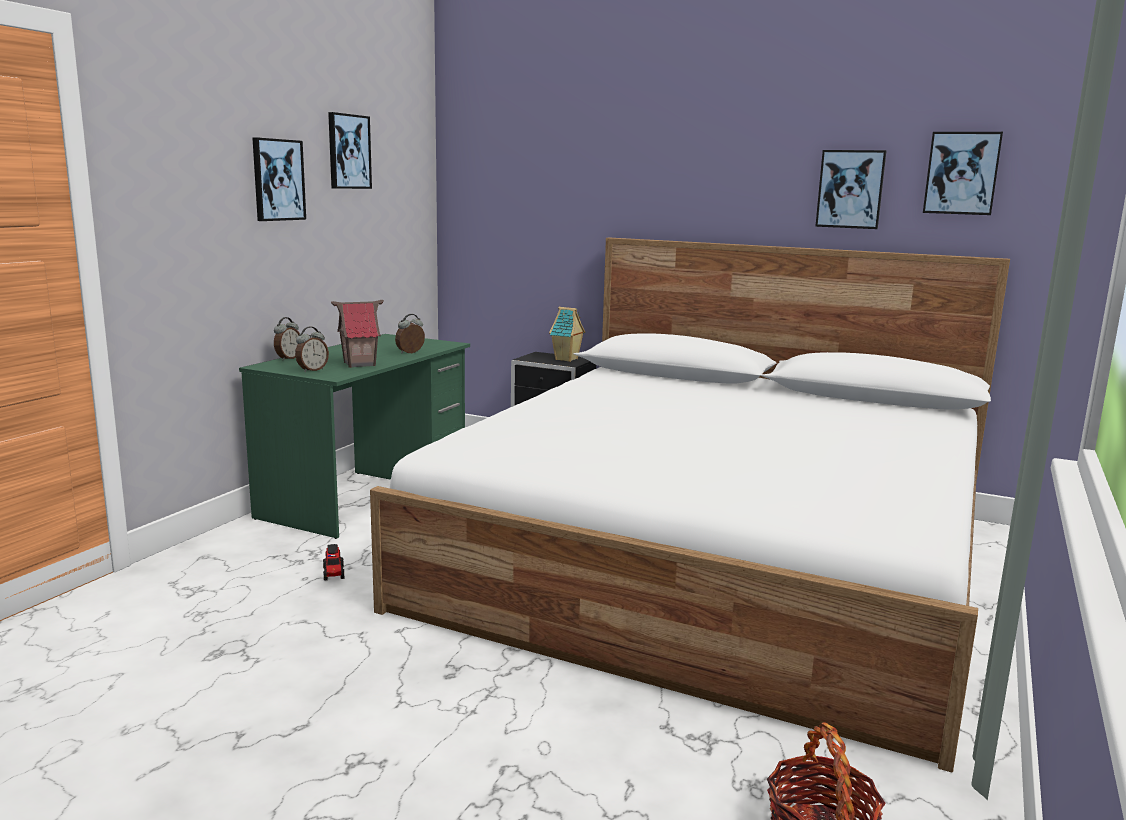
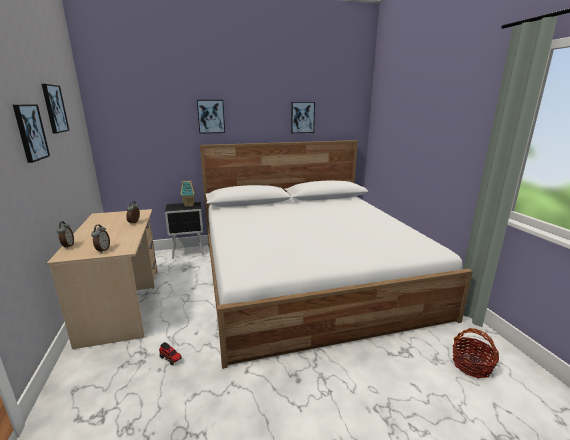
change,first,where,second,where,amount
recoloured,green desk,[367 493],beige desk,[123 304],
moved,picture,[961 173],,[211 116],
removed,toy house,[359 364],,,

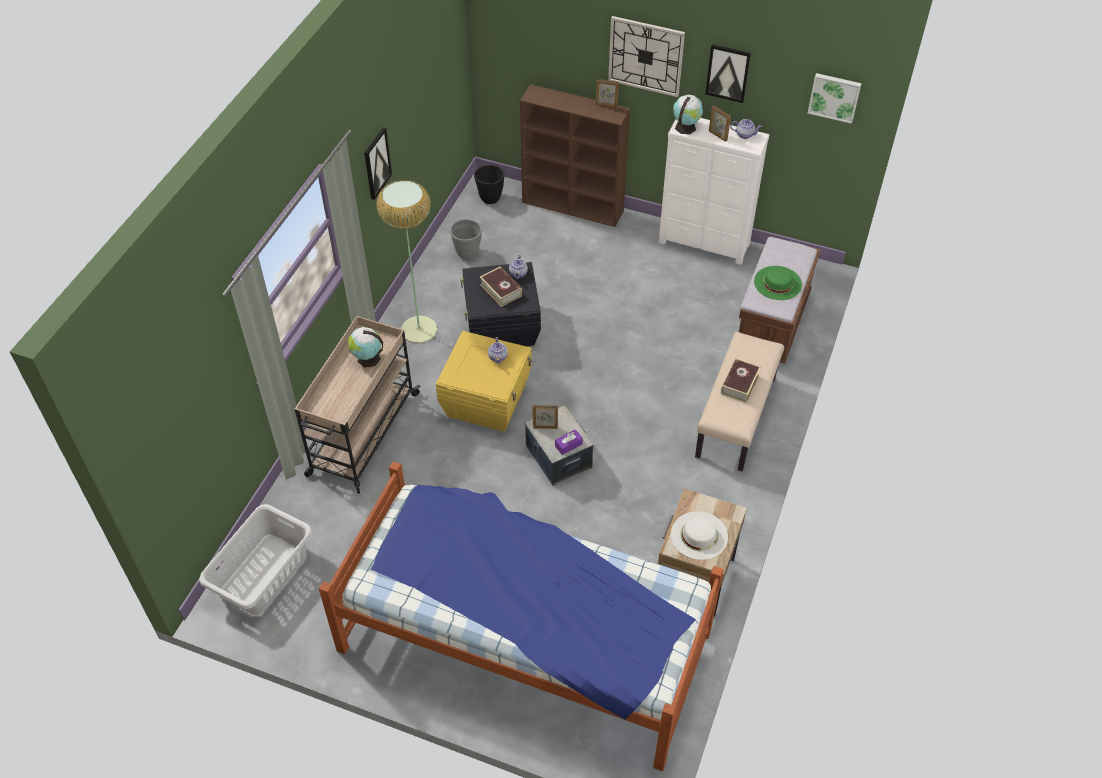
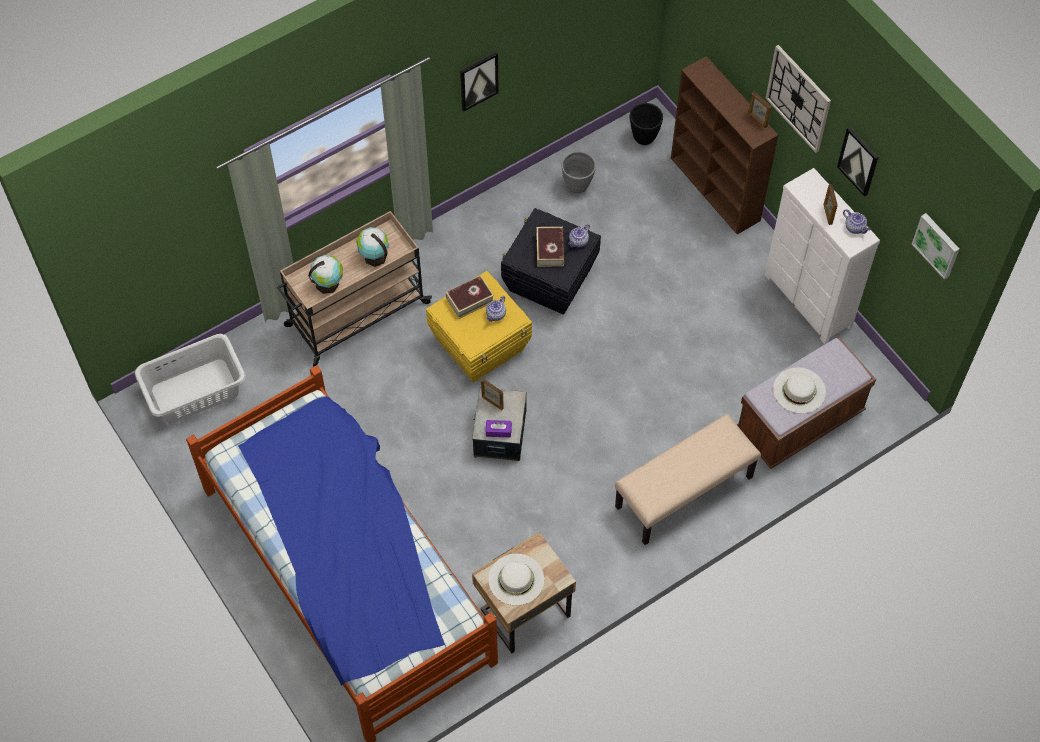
change,first,where,second,where,amount
moved,globe,[686 126],,[328 283],
moved,book,[739 384],,[470 300],
recoloured,green hat,[777 283],white hat,[799 390],
removed,floor lamp,[419 329],,,

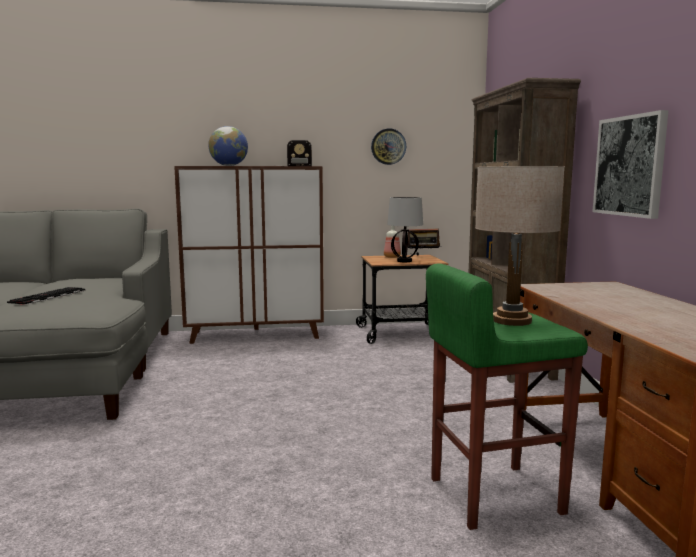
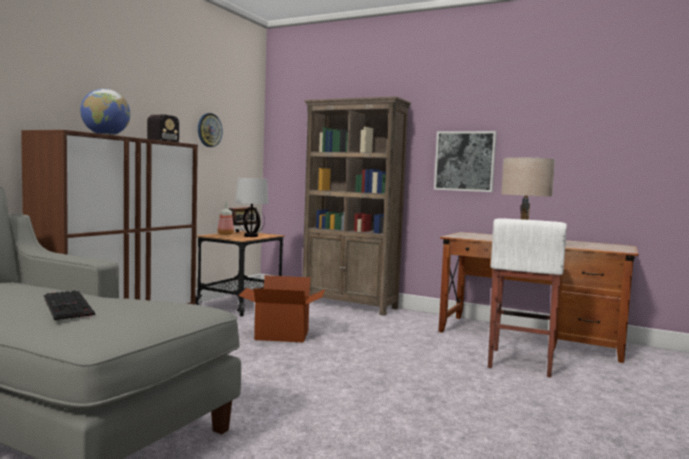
change,first,where,second,where,amount
added,,,cardboard box,[281 335],
recoloured,green stool,[492 495],white stool,[519 362],

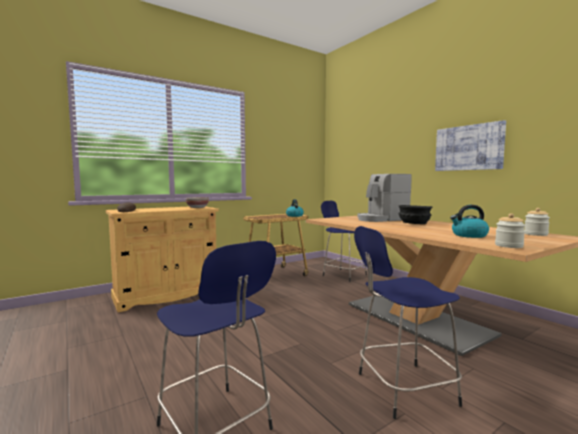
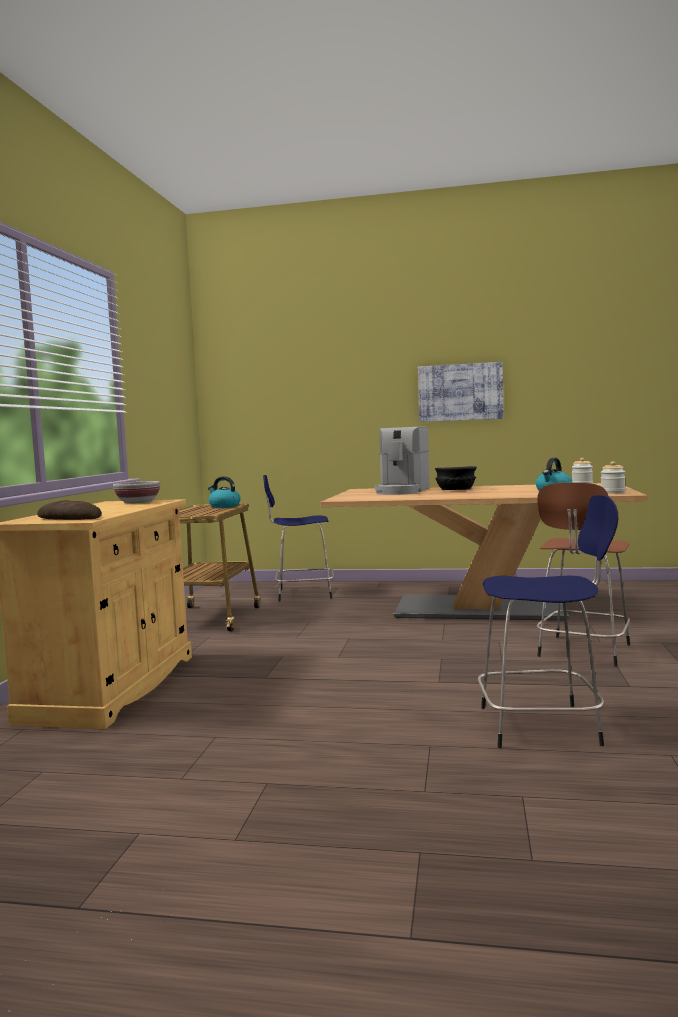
change,first,where,second,where,amount
recoloured,blue stool,[402 389],brown stool,[583 651],

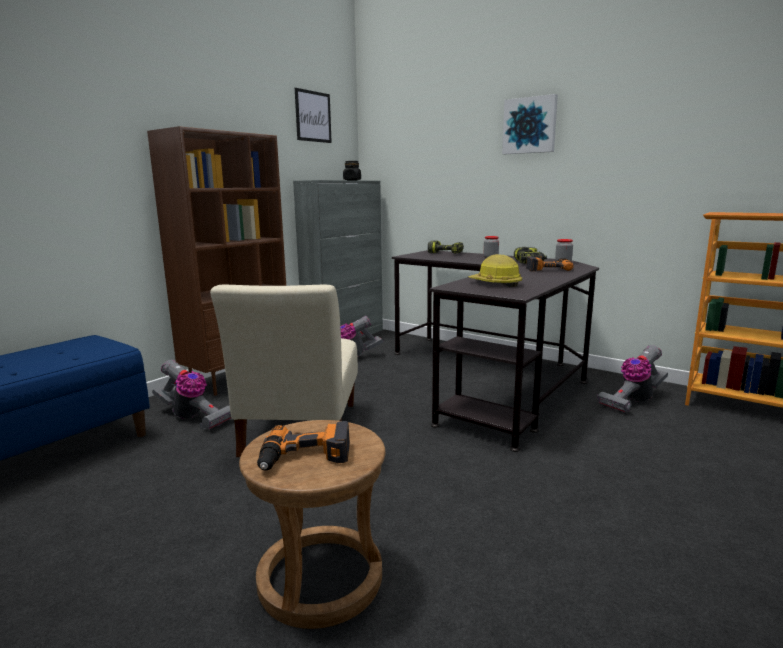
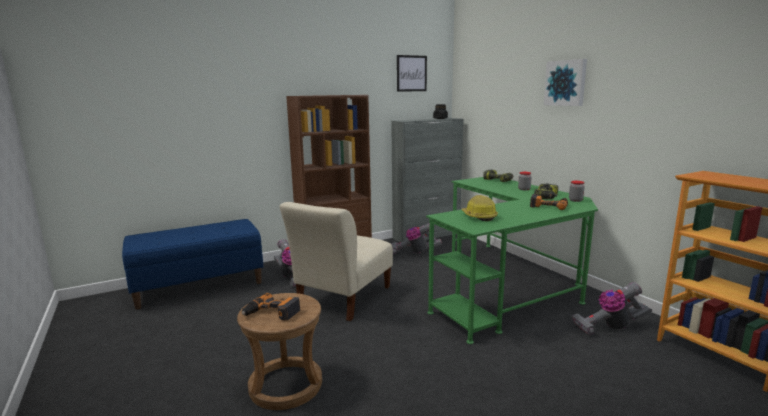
change,first,where,second,where,amount
recoloured,black desk,[492 378],green desk,[508 285],

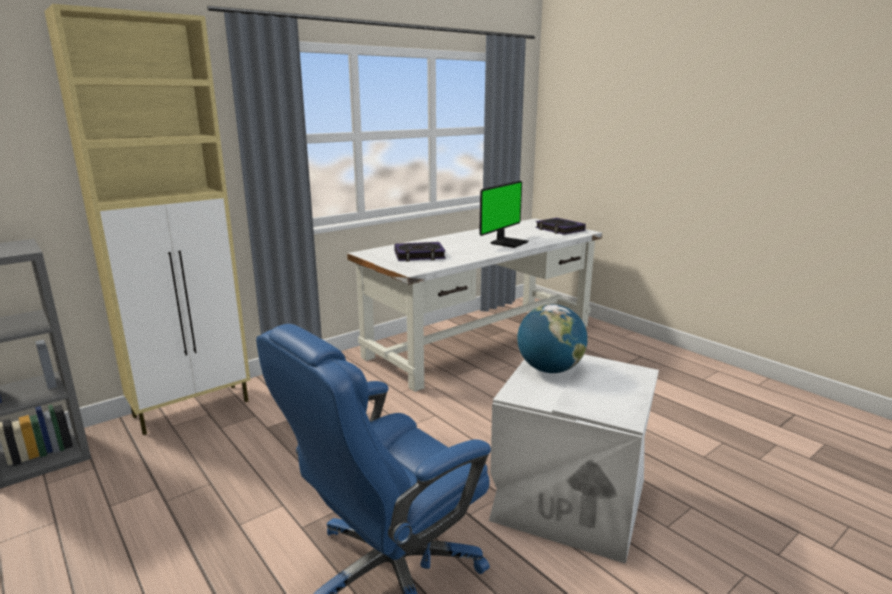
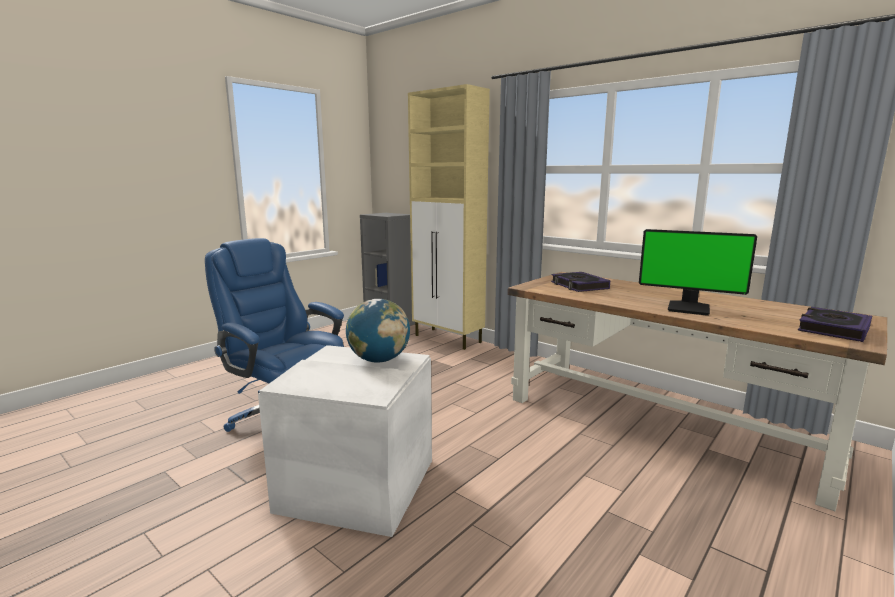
change,first,where,second,where,amount
recoloured,white desk,[481 340],brown desk,[663 423],

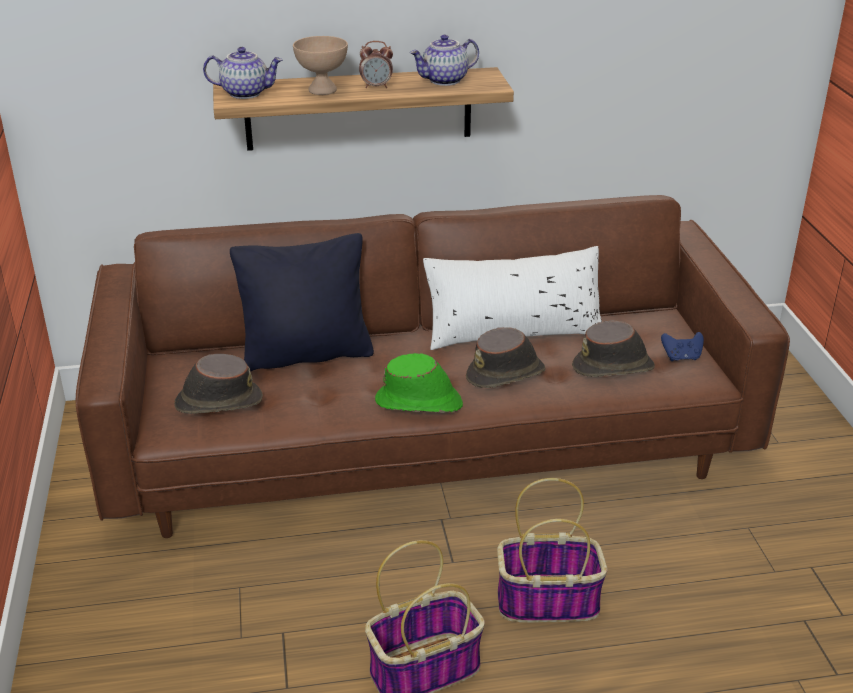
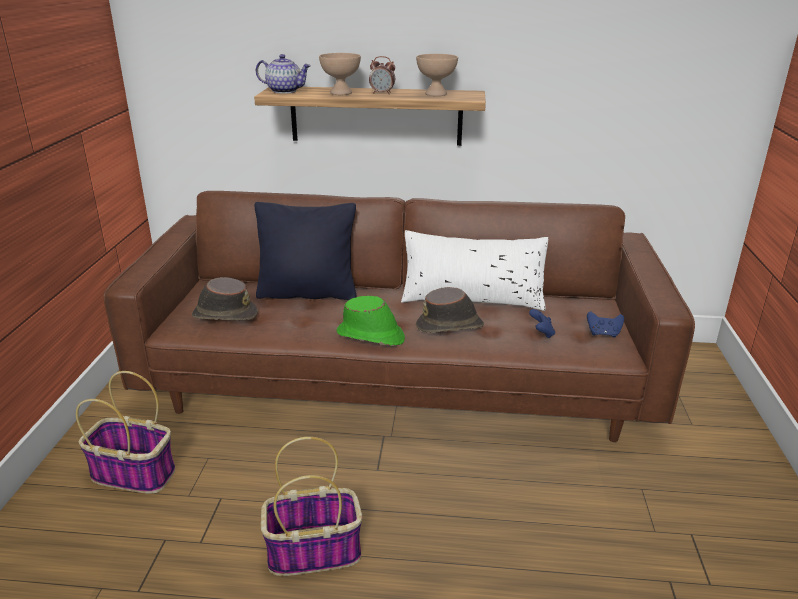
change,first,where,second,where,amount
moved,basket,[549 601],,[135 474],
replaced,teapot,[445 81],beige bowl,[436 94],
replaced,brown hat,[614 367],blue game controller,[541 333],

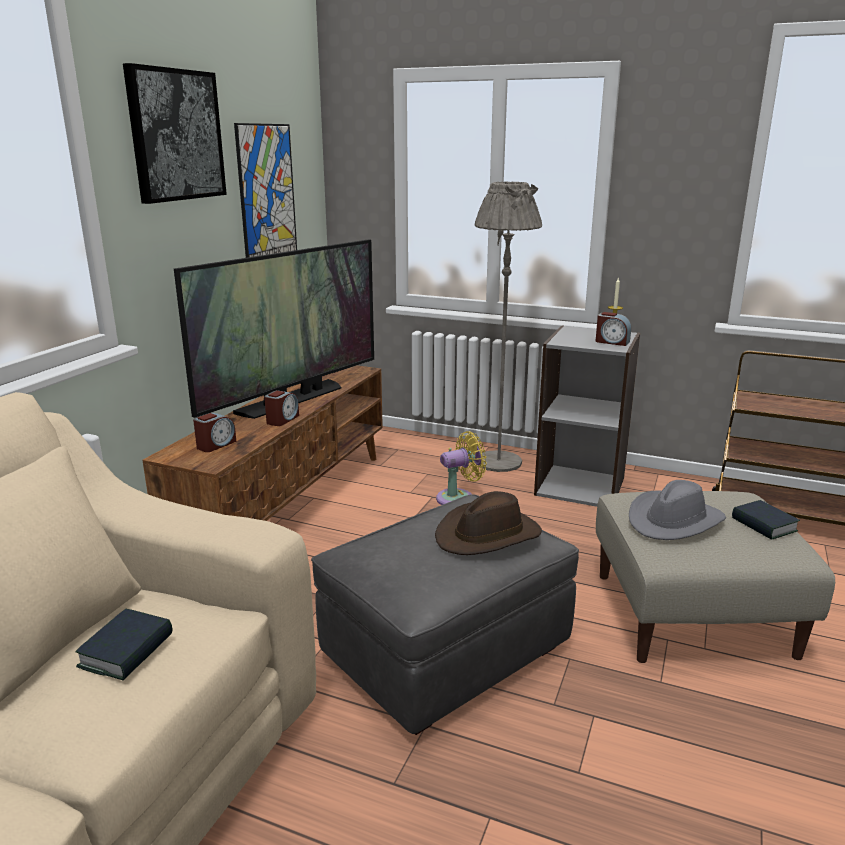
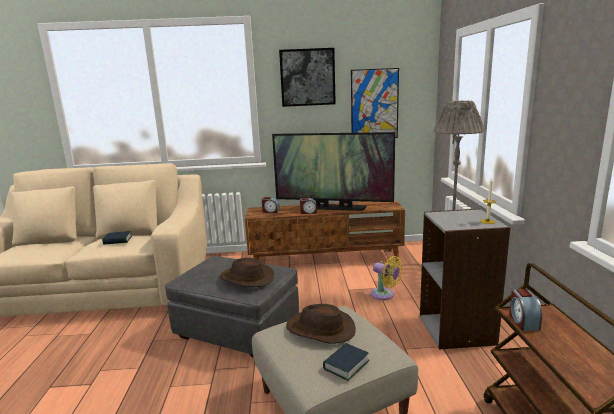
change,first,where,second,where,amount
recoloured,grey hat,[674 521],brown hat,[320 330],
moved,alarm clock,[612 342],,[523 321],

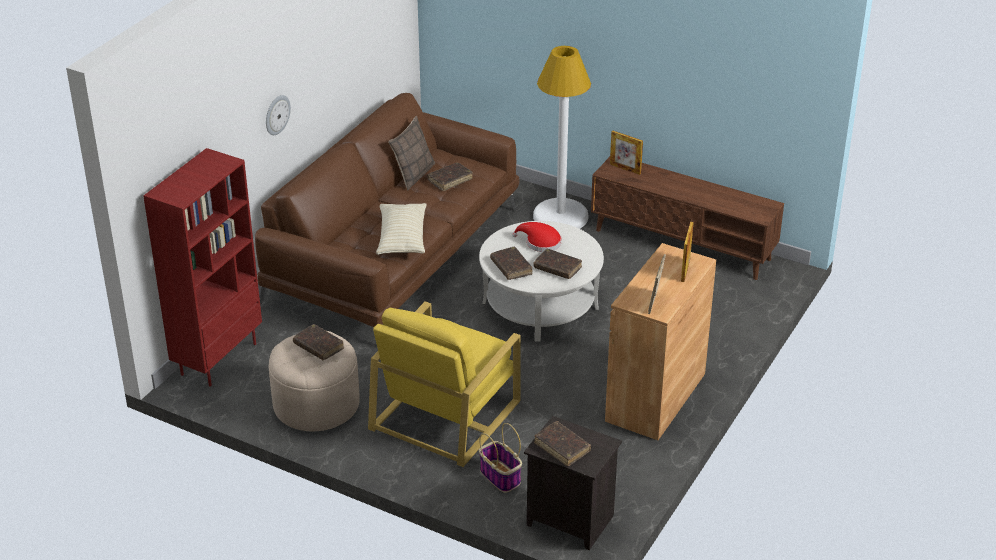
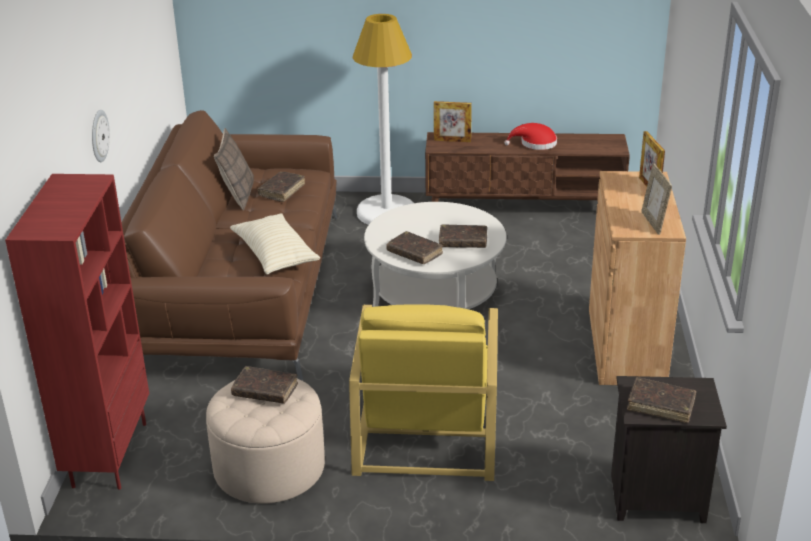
change,first,where,second,where,amount
moved,red hat,[540 243],,[535 144],
removed,basket,[501 477],,,

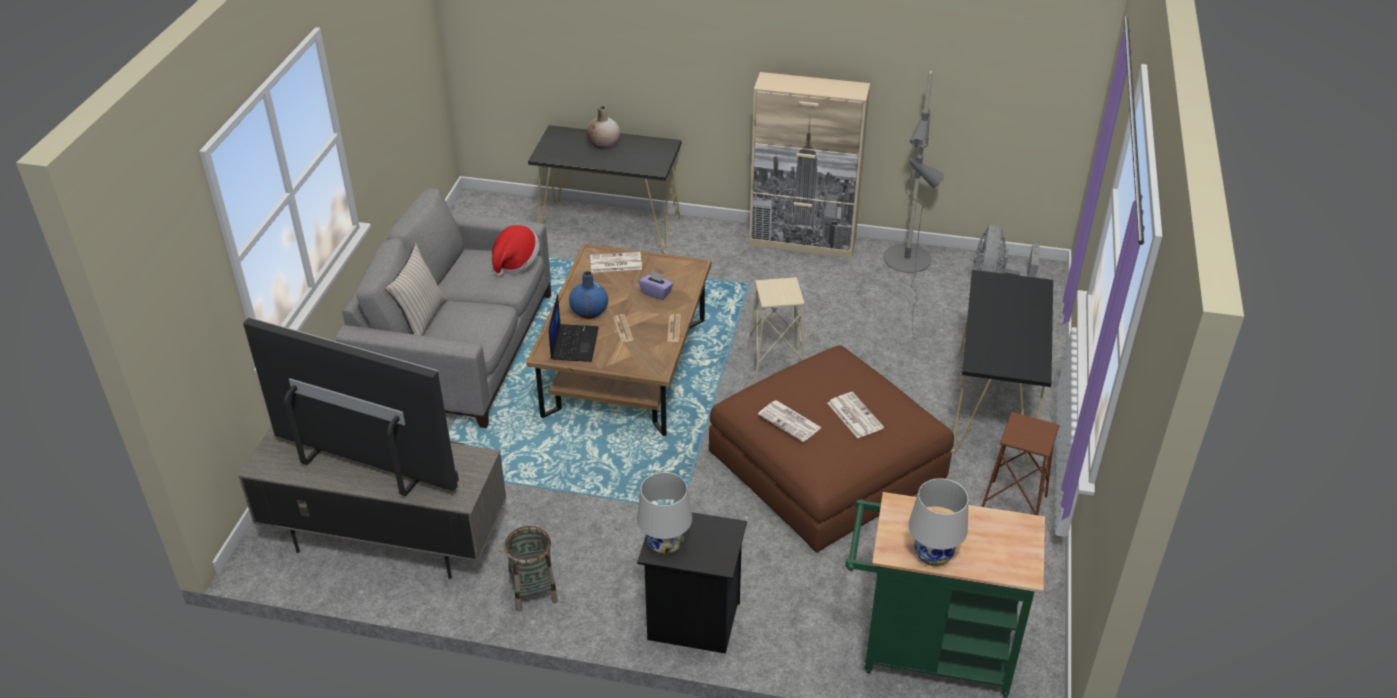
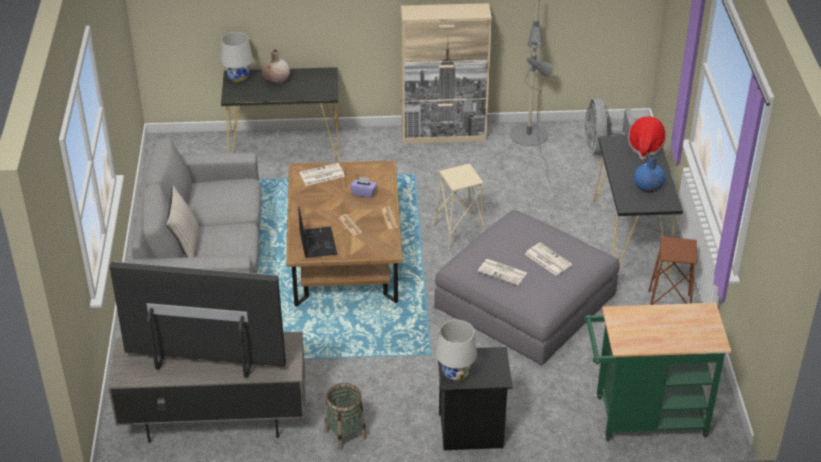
change,first,where,second,where,amount
moved,white table lamp,[933 554],,[238 78],
recoloured,brown ottoman,[827 463],grey ottoman,[525 301],
moved,hat,[515 262],,[645 146],
moved,blue vase,[589 311],,[648 187],

